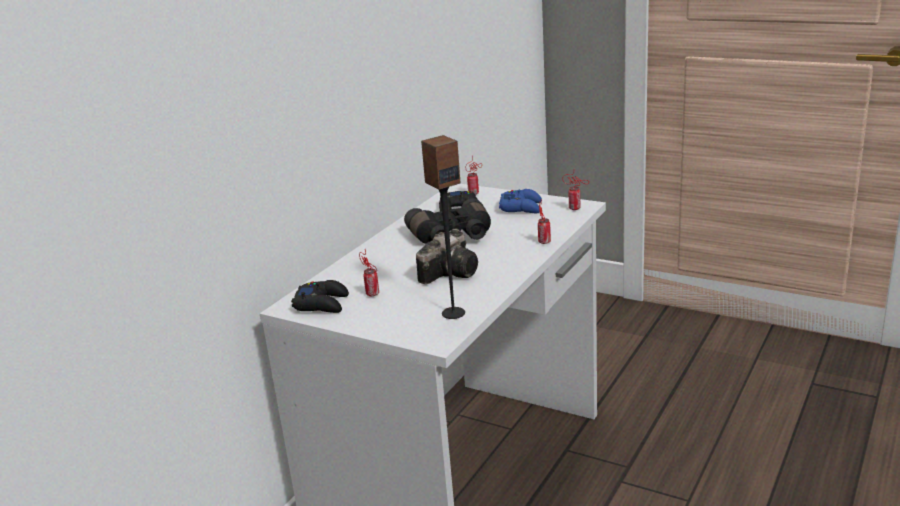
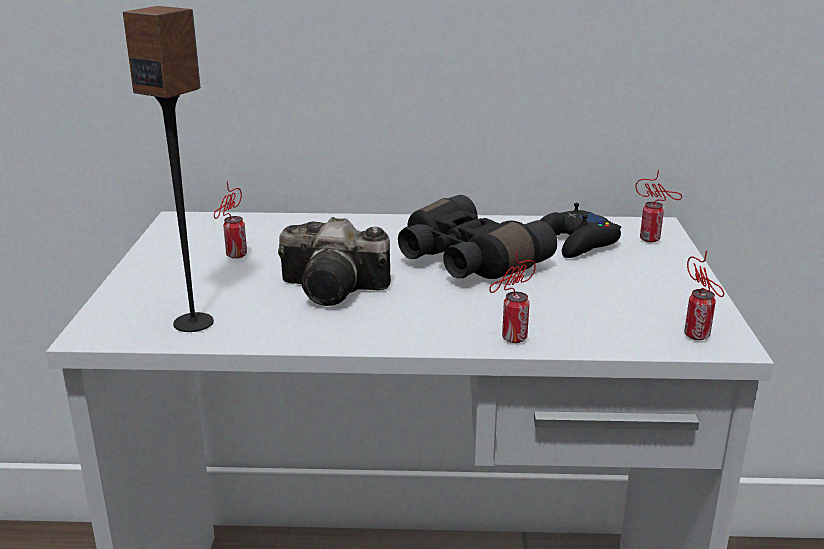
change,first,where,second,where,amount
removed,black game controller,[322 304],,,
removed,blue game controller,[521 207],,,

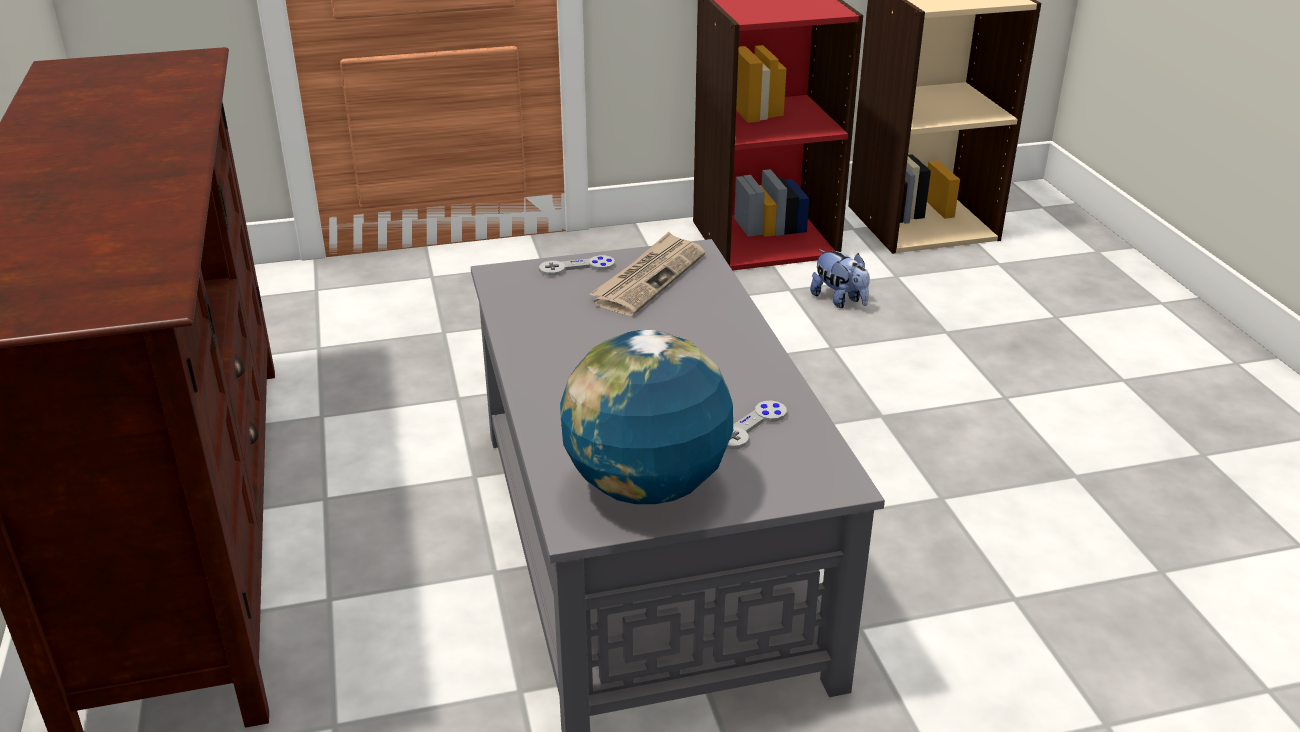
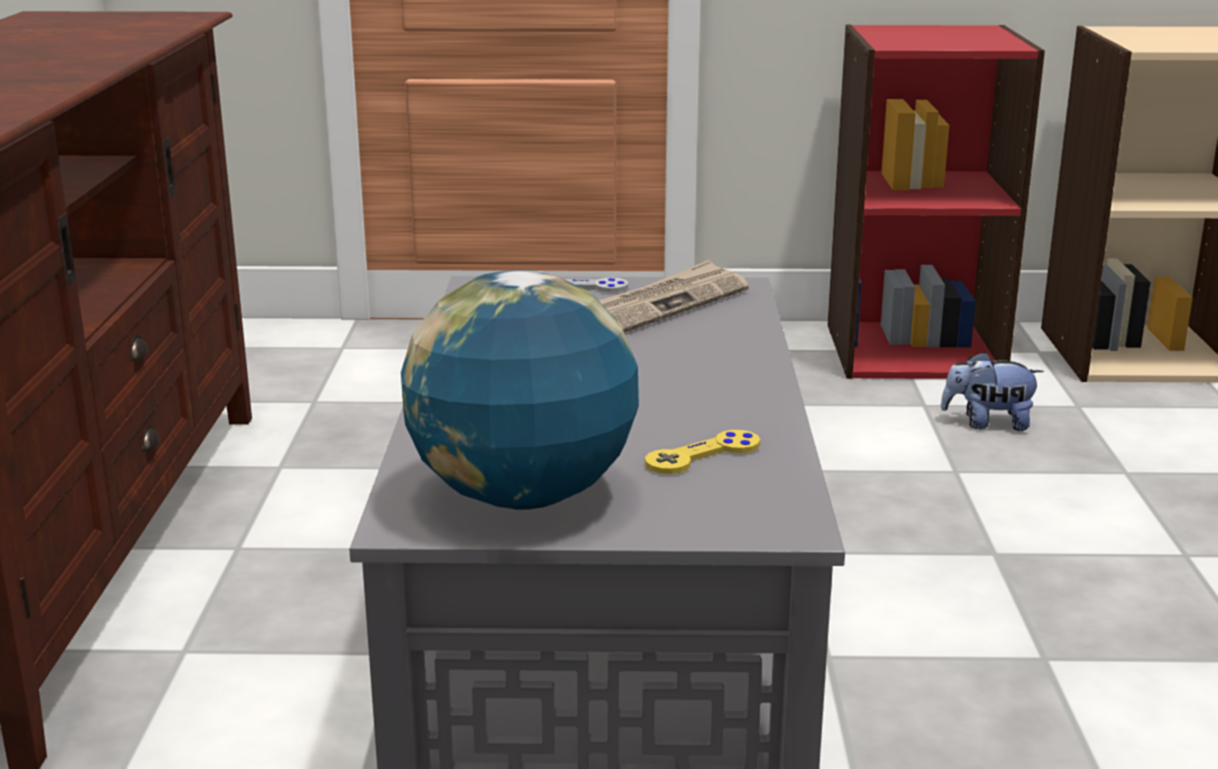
change,first,where,second,where,amount
recoloured,grey game controller,[751 427],yellow game controller,[703 455],
turned,plush toy,[839 300],,[987 423],120 degrees clockwise

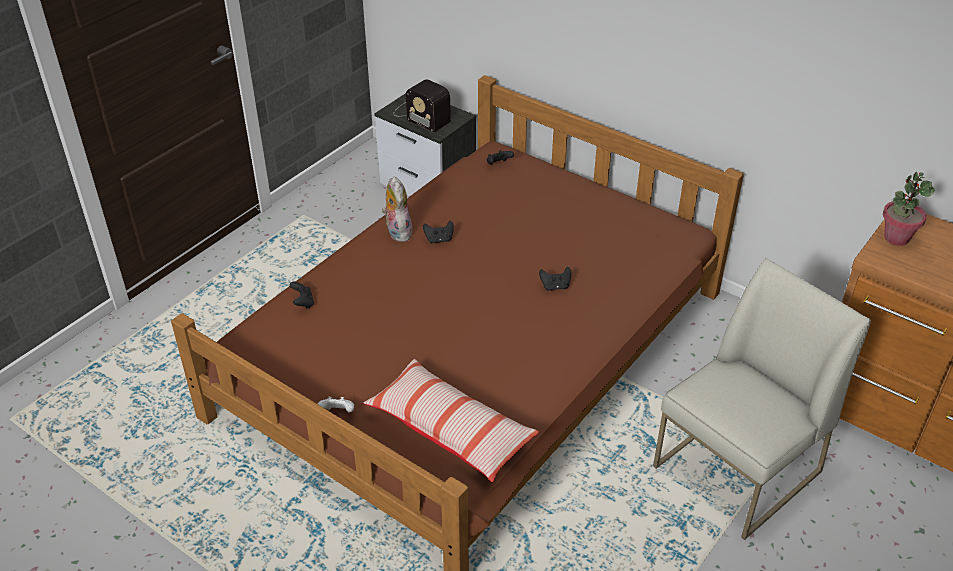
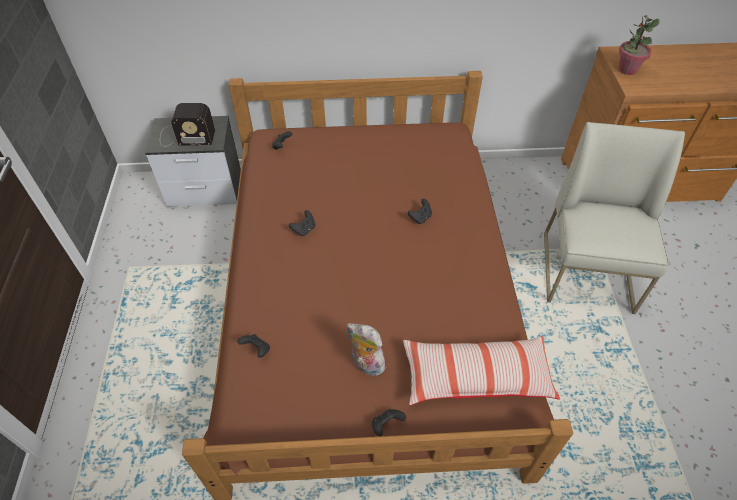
change,first,where,second,where,amount
moved,plush toy,[397 231],,[365 364],
recoloured,white game controller,[338 413],black game controller,[386 425],

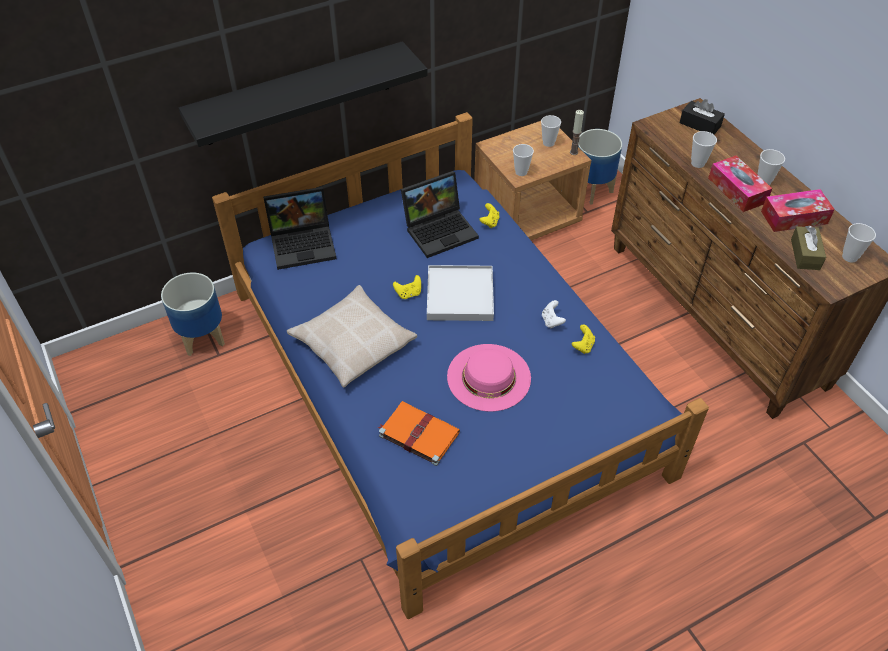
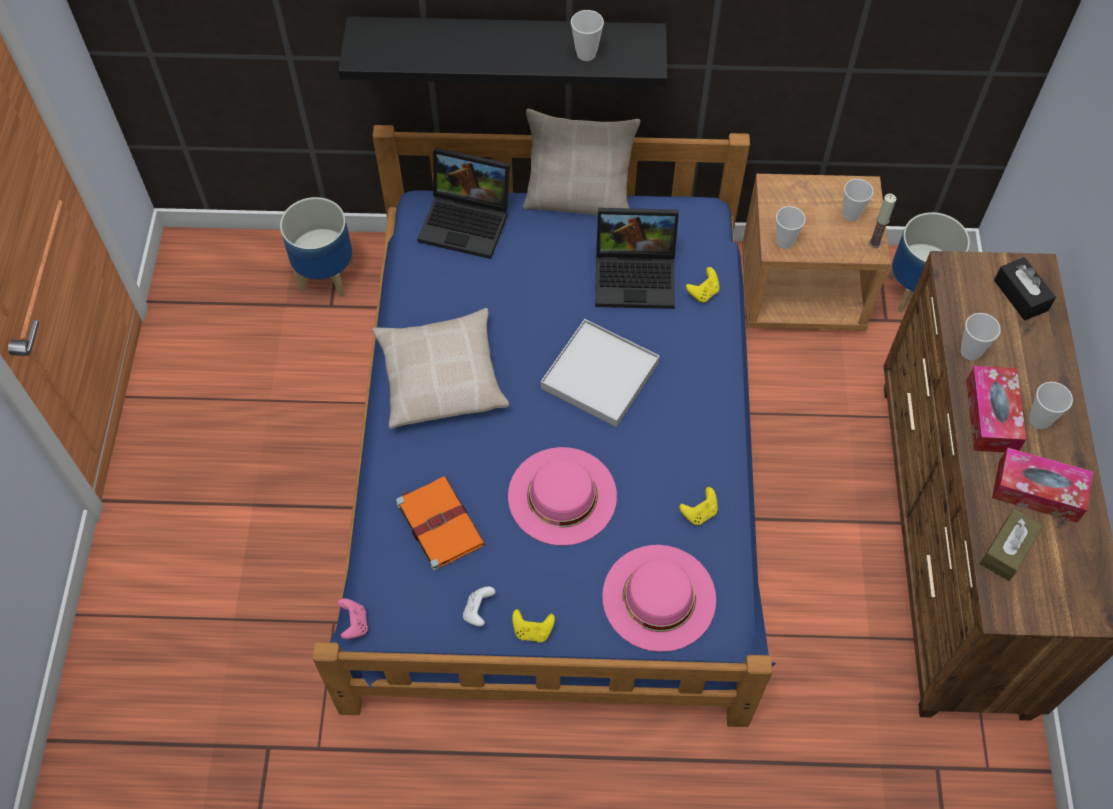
change,first,where,second,where,amount
added,,,pink game controller,[354 624],
moved,white game controller,[552 321],,[478 611],
moved,yellow game controller,[408 293],,[532 631],
added,,,beige pillow,[578 199],
moved,cup,[849 257],,[586 54],
added,,,pink hat,[659 597],

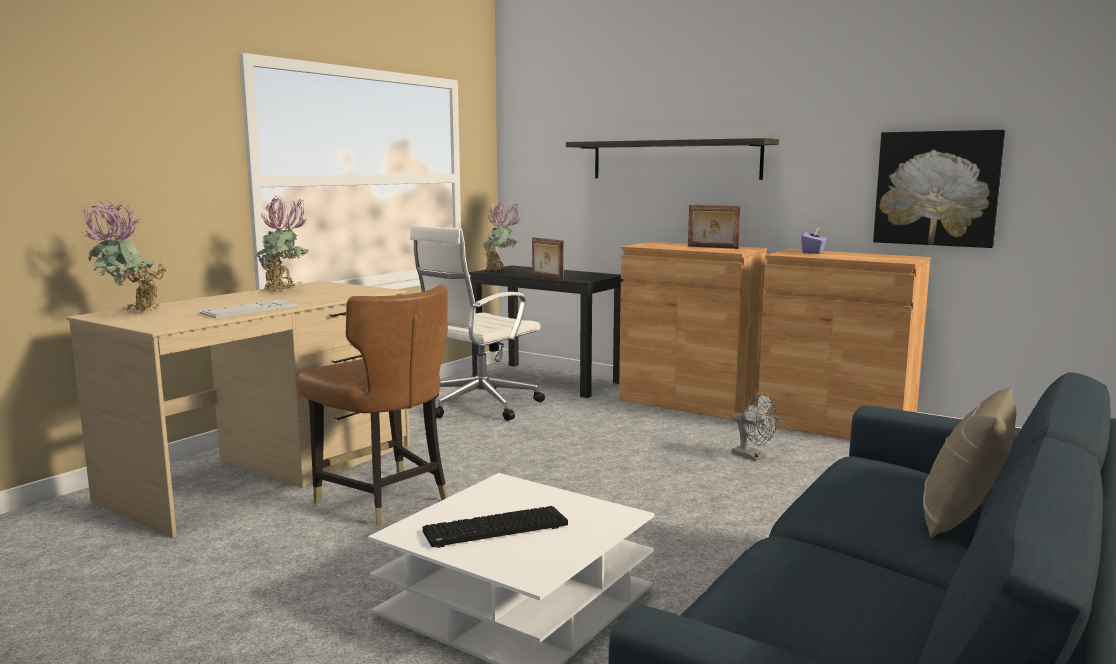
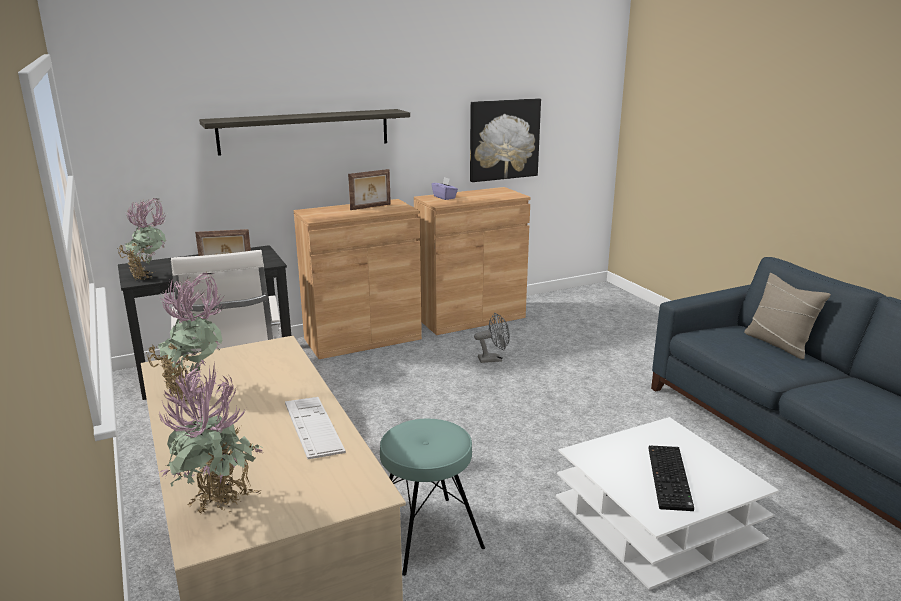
change,first,where,second,where,amount
replaced,brown chair,[384 499],turquoise stool,[427 534],

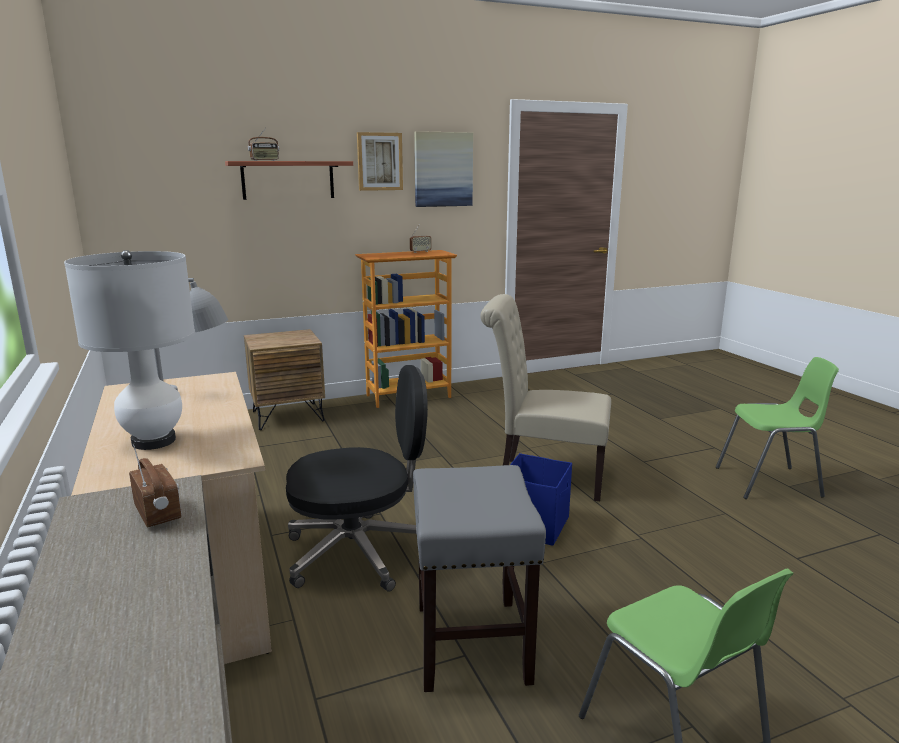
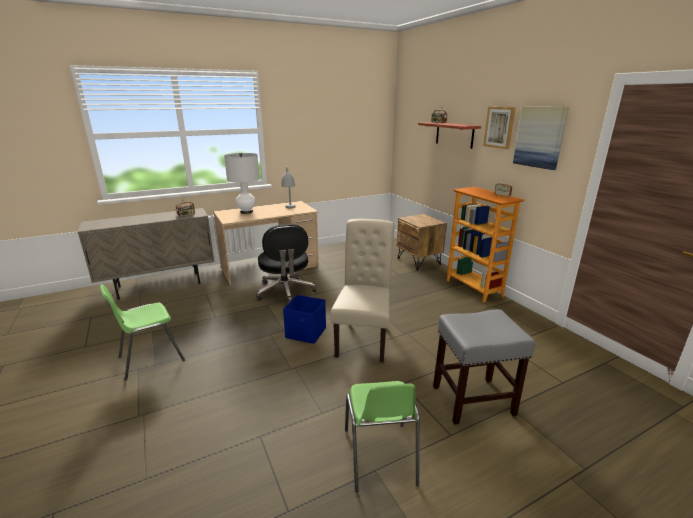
change,first,where,second,where,amount
moved,grey stool,[471 641],,[473 400],

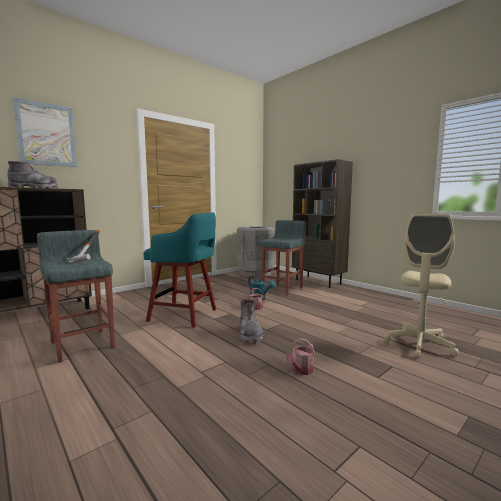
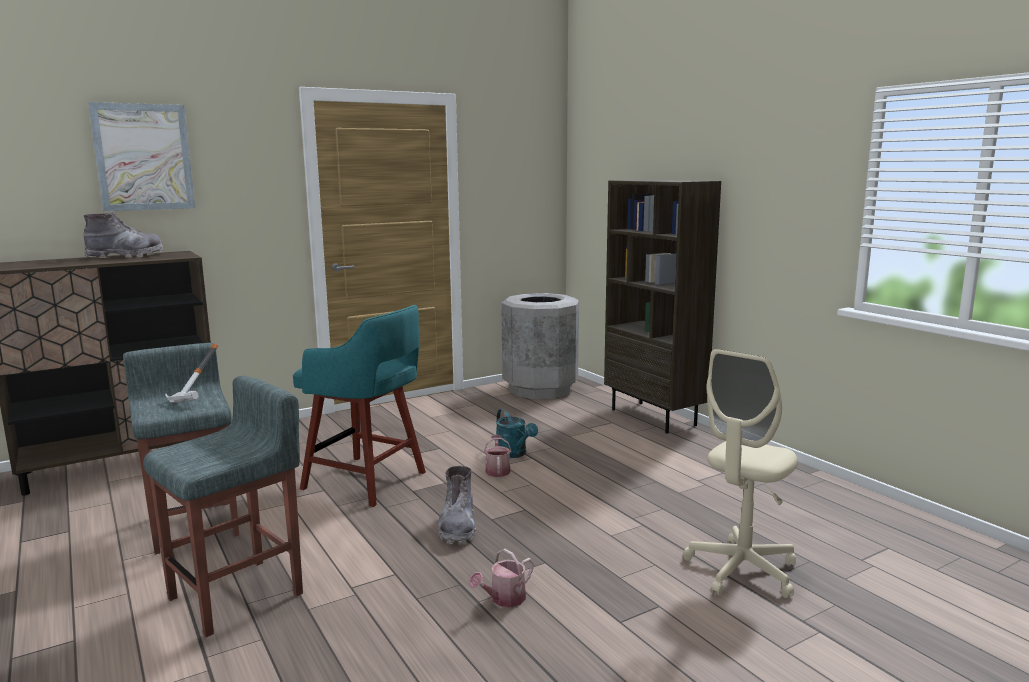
change,first,where,second,where,amount
moved,grey stool,[282 289],,[238 595],

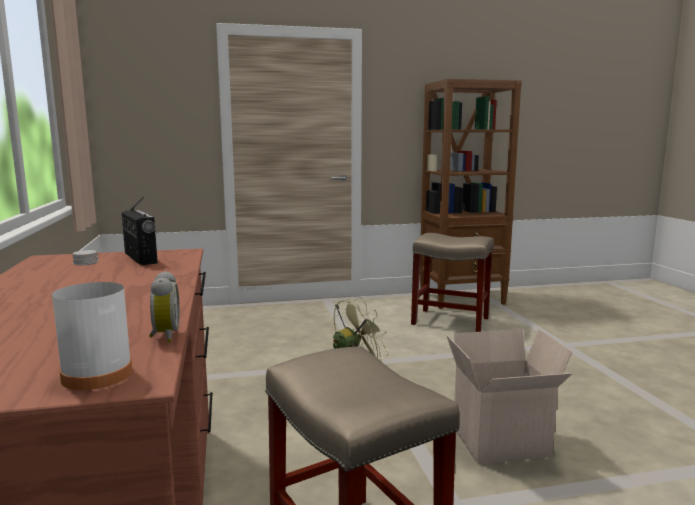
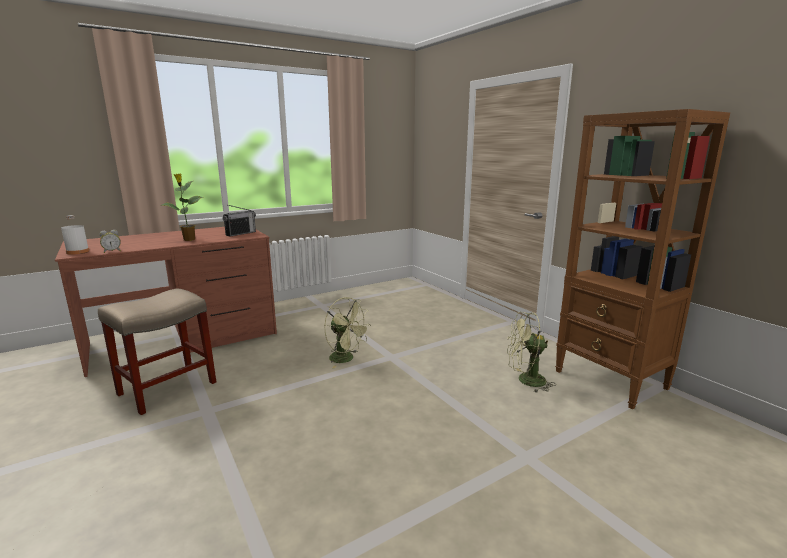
change,first,where,second,where,amount
added,,,potted plant,[189 240],
replaced,beige stool,[451 321],green fan,[525 381],
removed,cardboard box,[500 444],,,

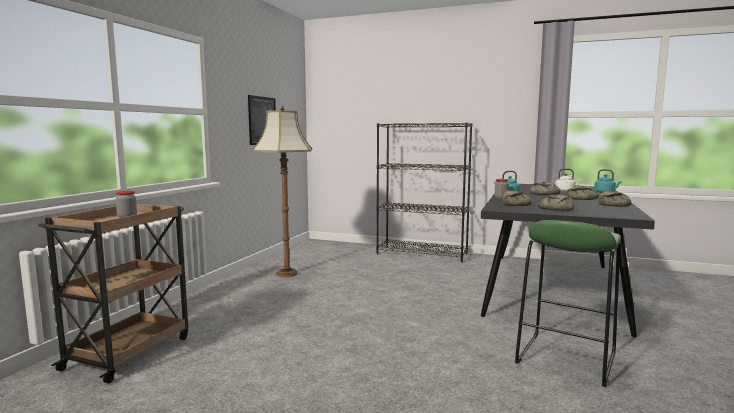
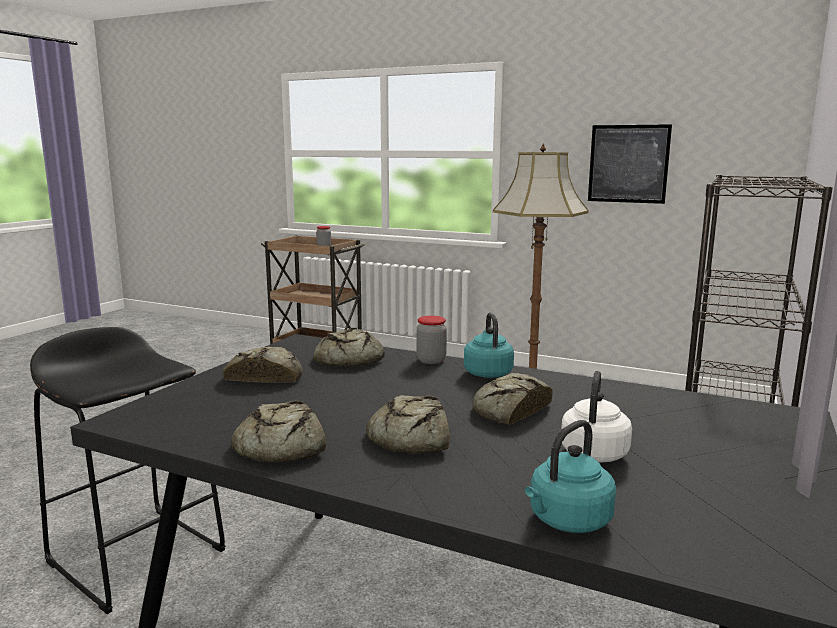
change,first,where,second,where,amount
recoloured,green stool,[565 358],black stool,[137 555],

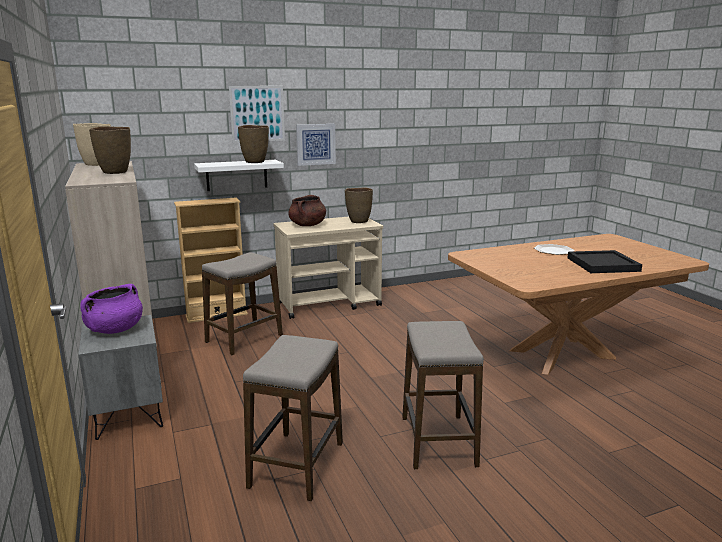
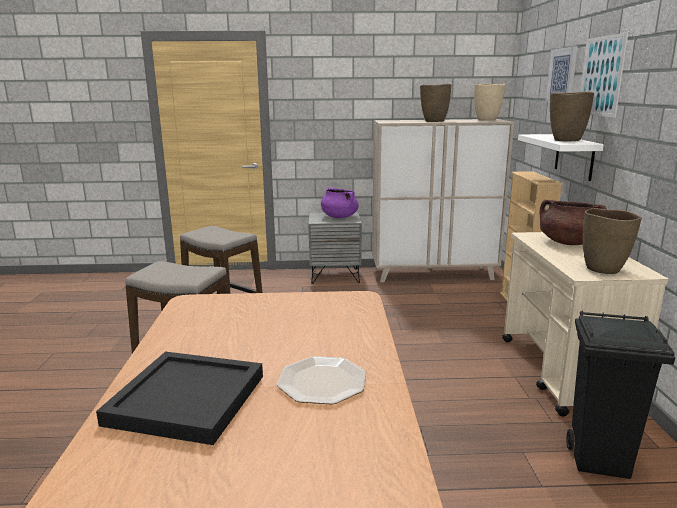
change,first,where,second,where,amount
moved,picture,[315 144],,[562 75],
added,,,black trash can,[600 461],
removed,stool,[244 339],,,

